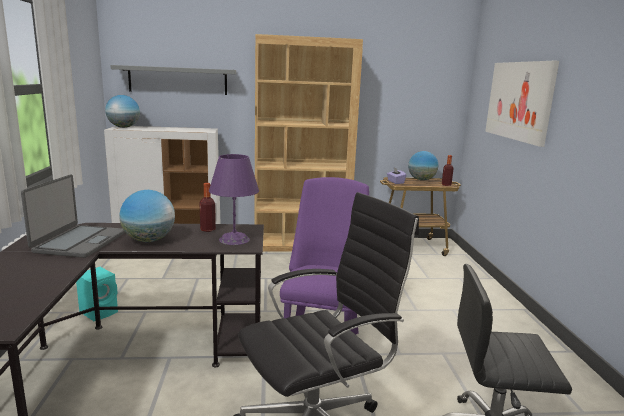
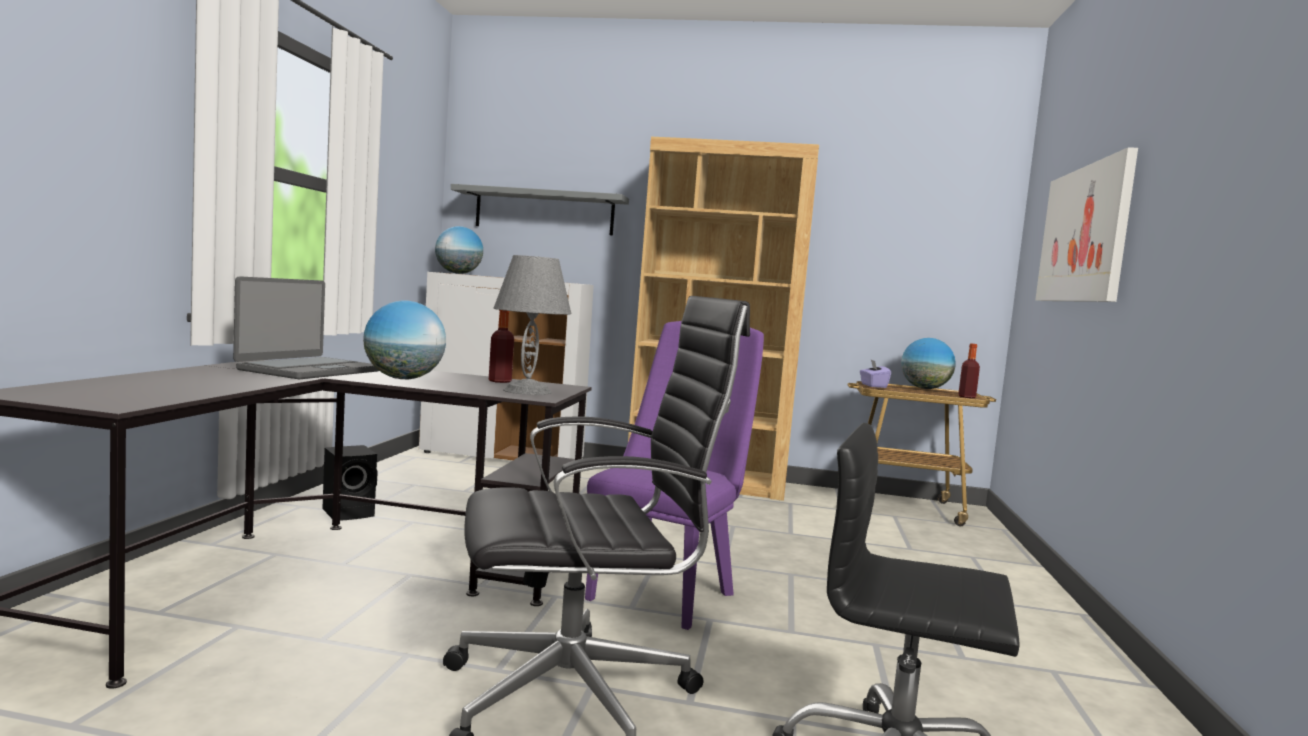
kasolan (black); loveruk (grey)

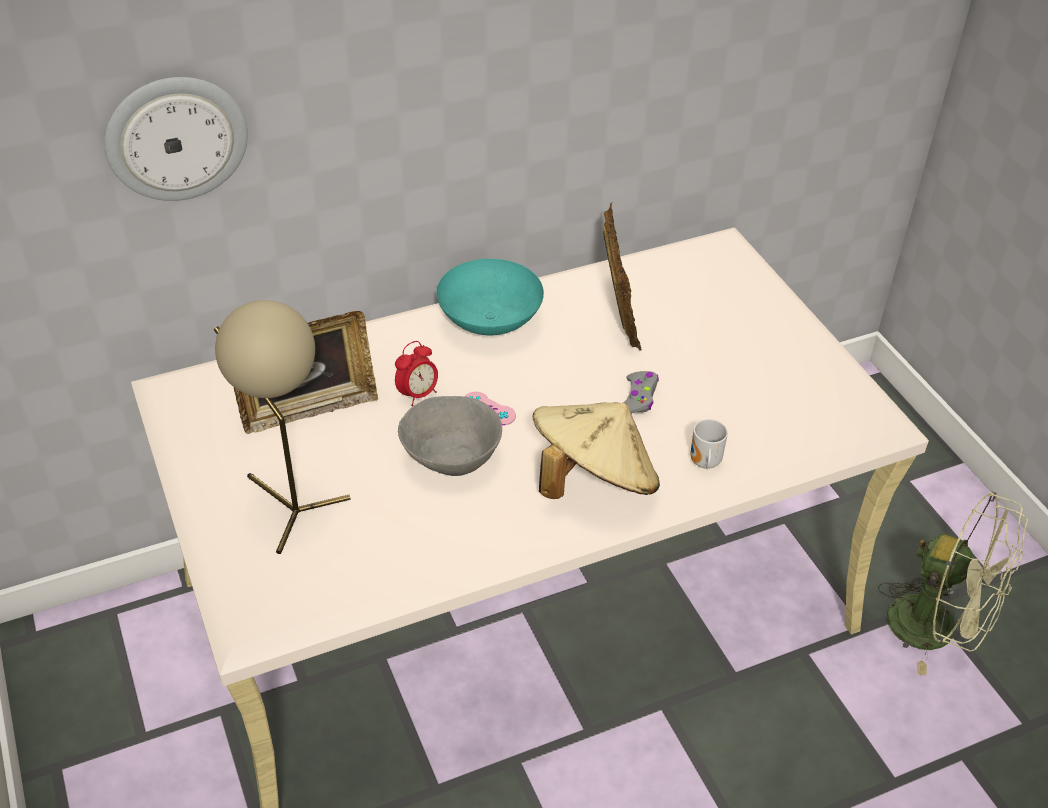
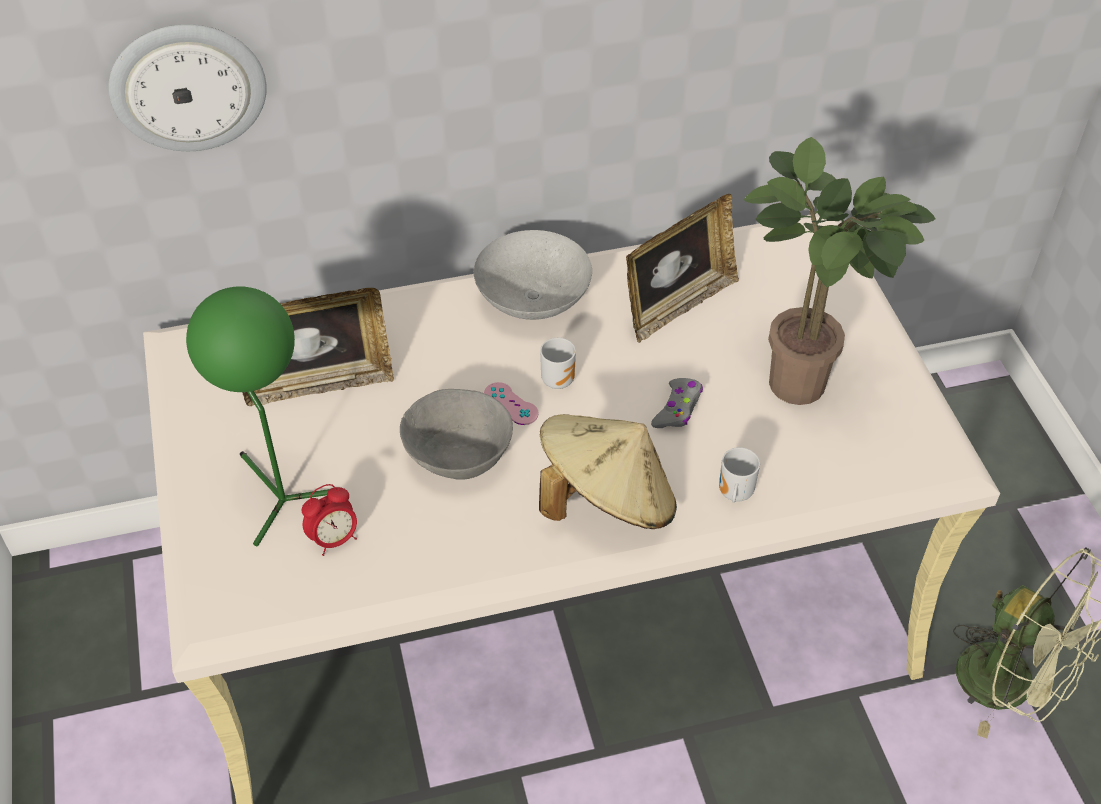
loveruk (green); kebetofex; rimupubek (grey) (no. 2 from left); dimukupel (no. 1 from left); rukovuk (no. 2 from left); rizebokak

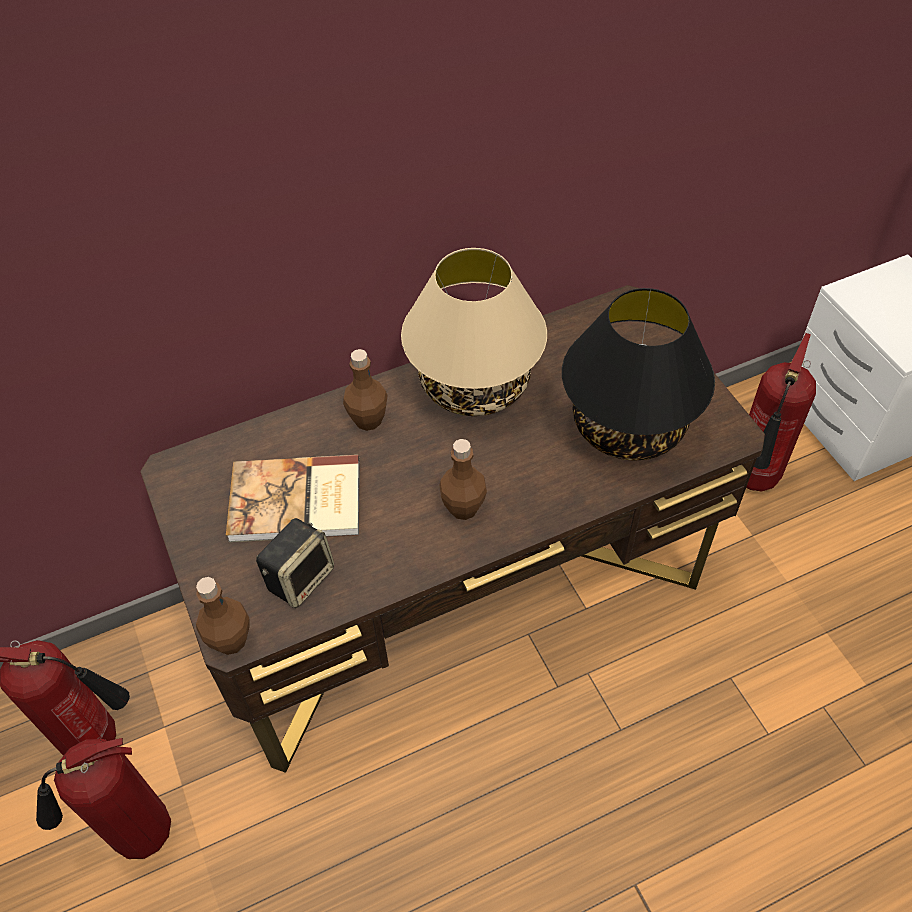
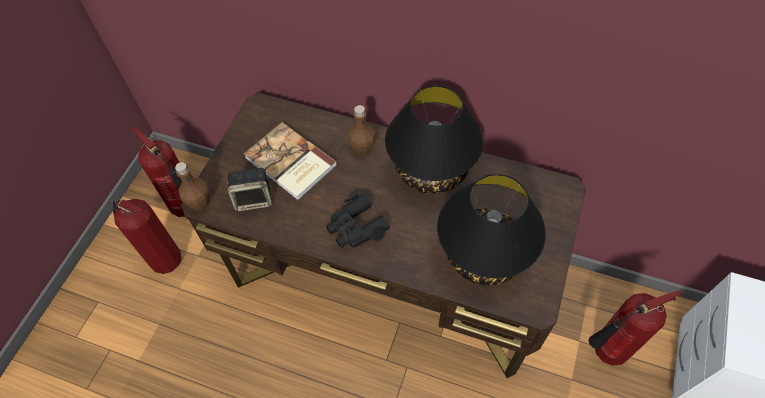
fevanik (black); loveruk (black) (no. 1 from left)

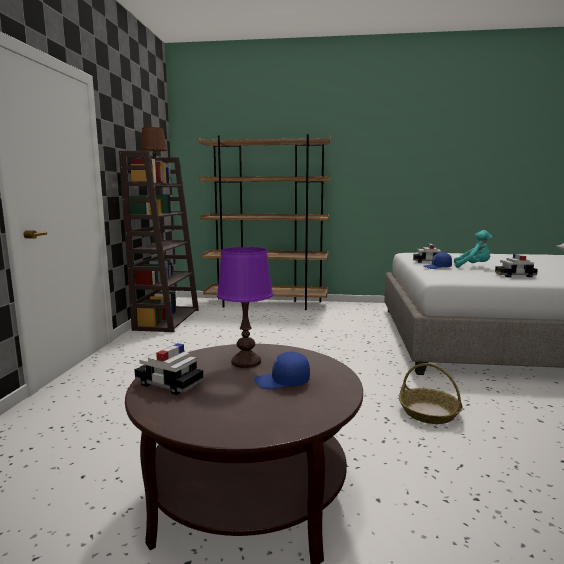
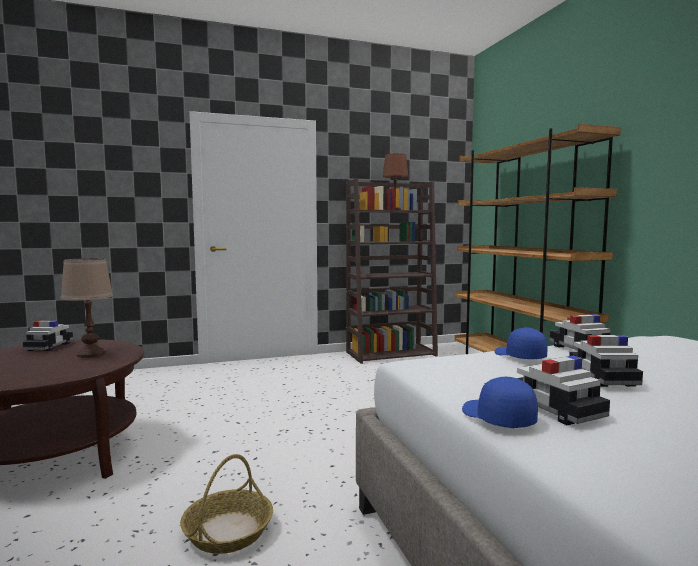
loveruk (brown) (no. 1 from left); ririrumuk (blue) (no. 1 from left); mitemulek (no. 4 from left)

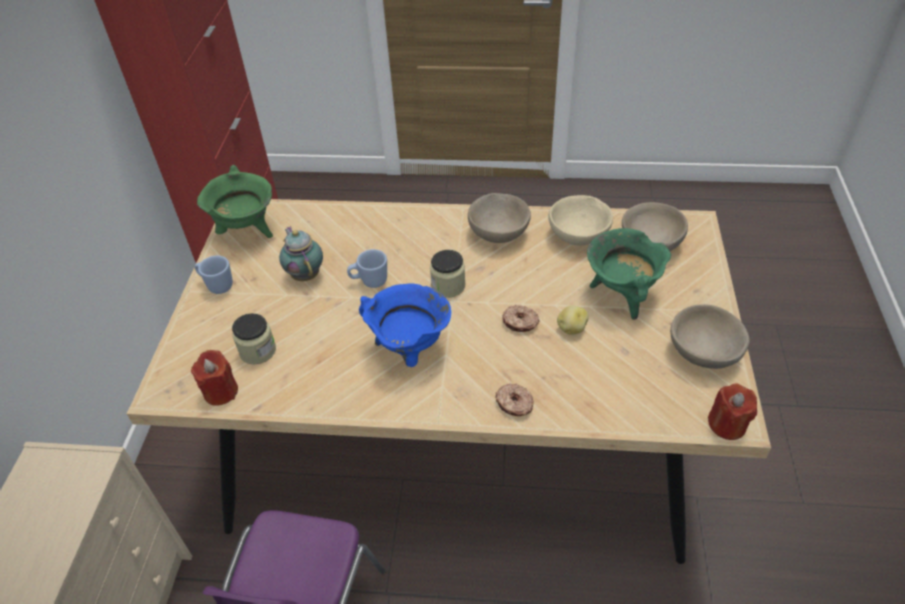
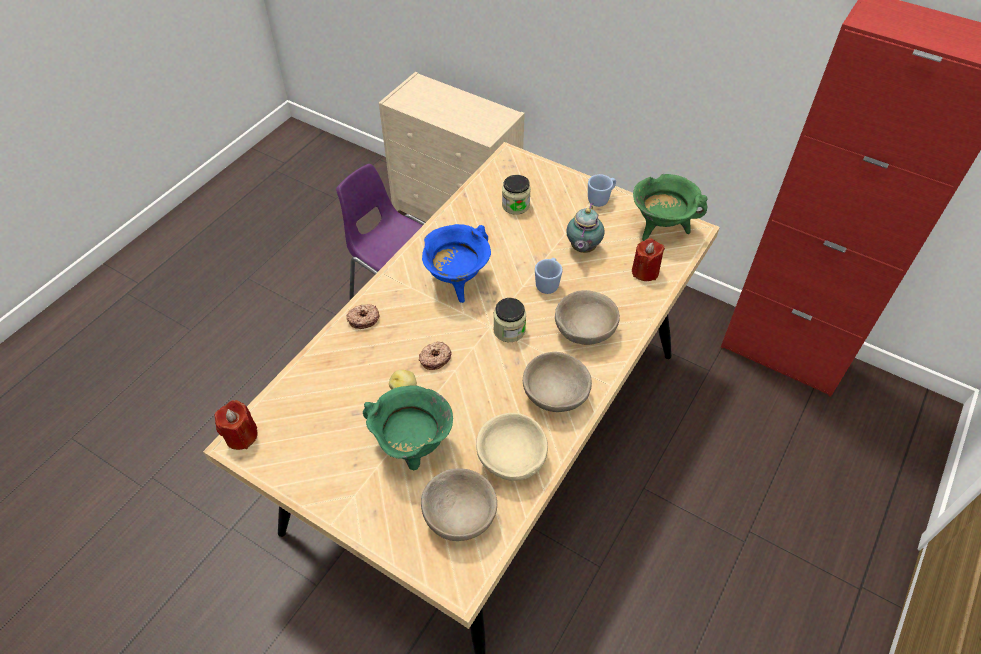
rimupubek (beige) (no. 4 from left); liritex; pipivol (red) (no. 2 from left)

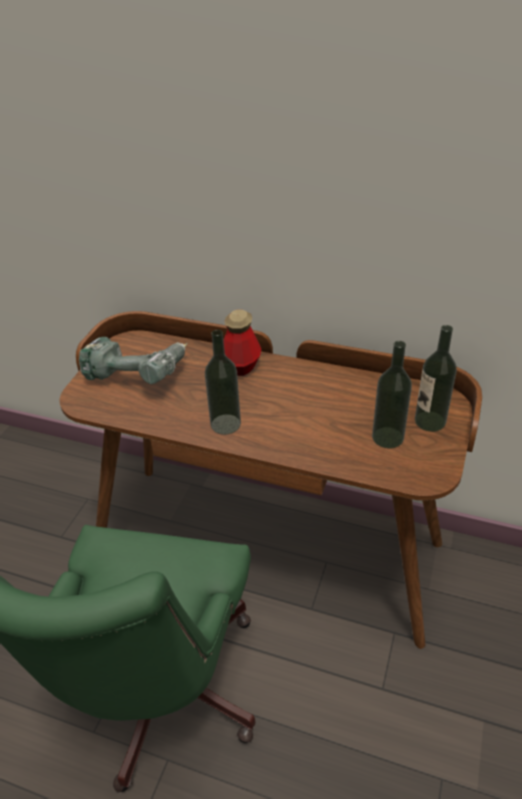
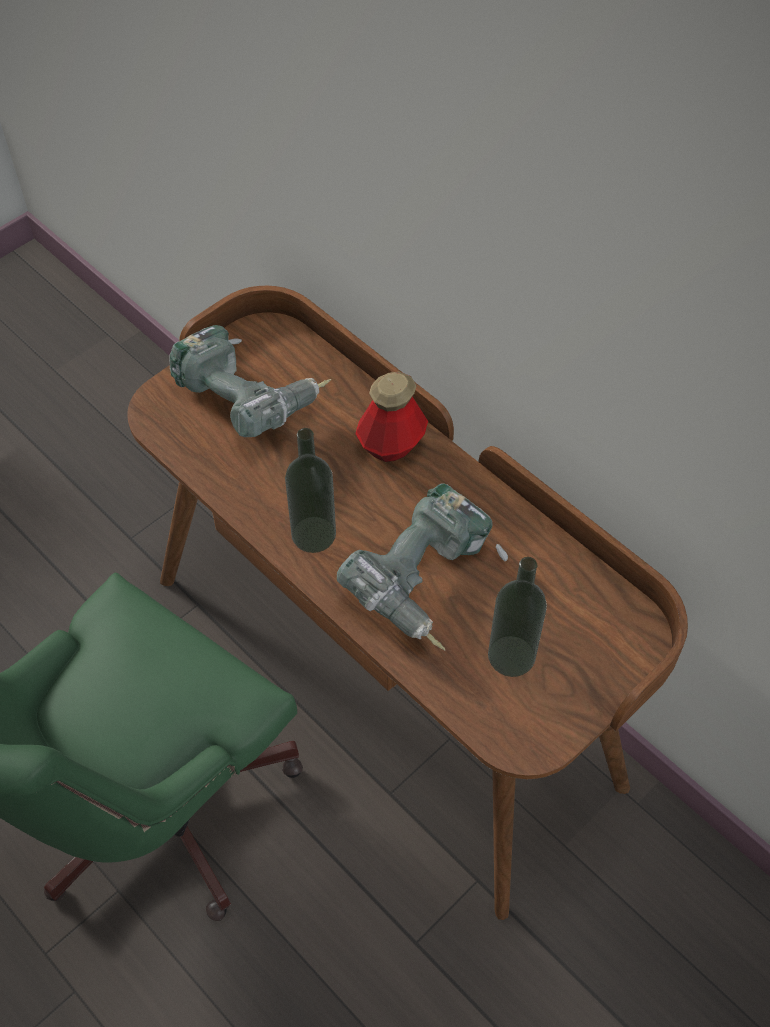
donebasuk (no. 2 from left); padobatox (no. 4 from left in the first image)

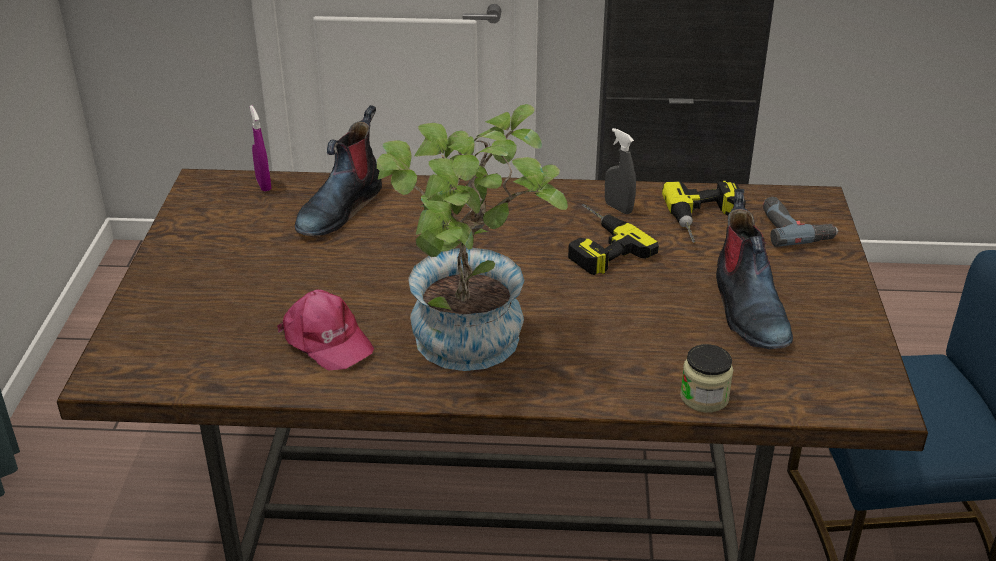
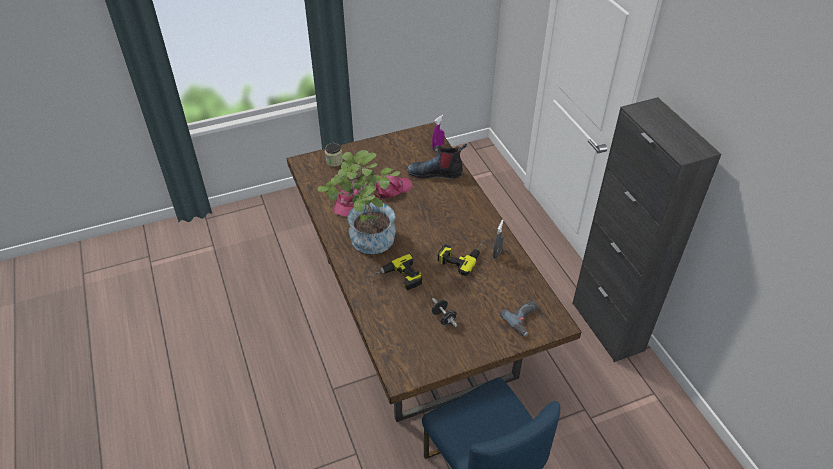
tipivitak; donebasuk (no. 1 from left); ririrumuk (pink) (no. 2 from left); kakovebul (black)

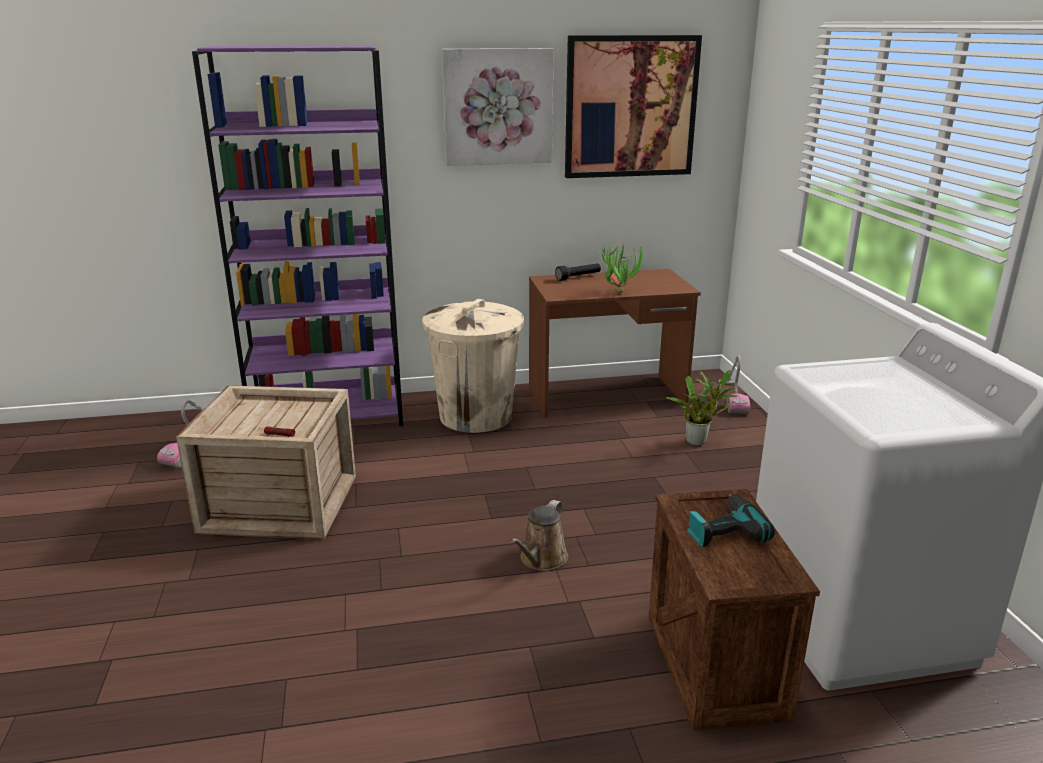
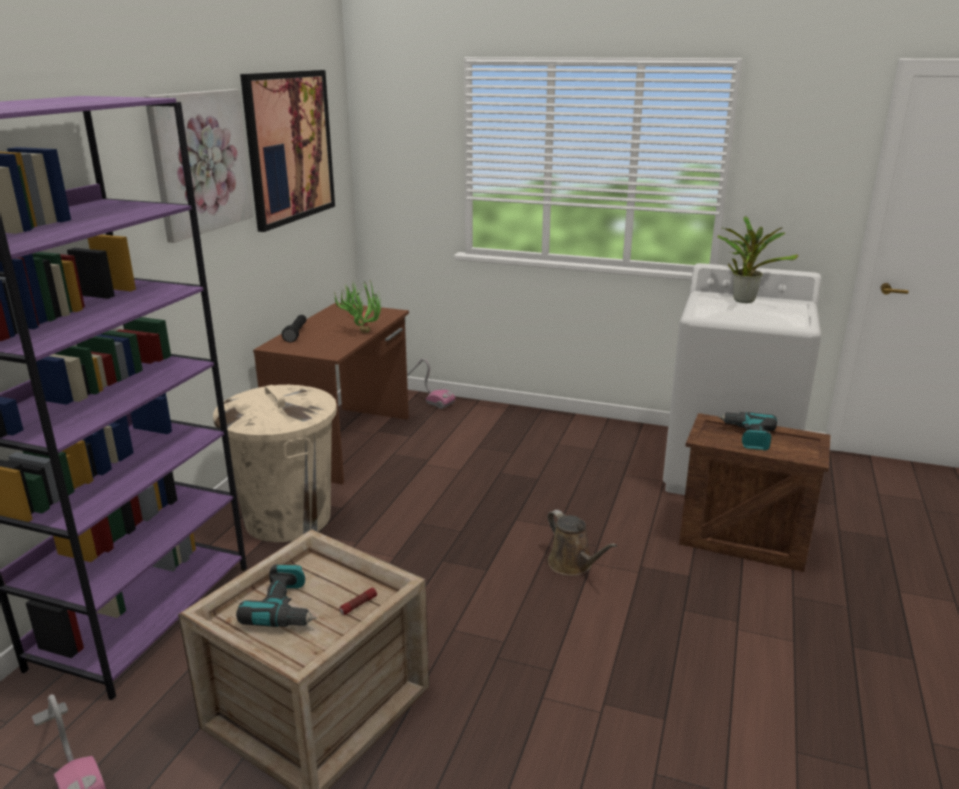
donebasuk (no. 1 from left); rizebokak (no. 2 from left)

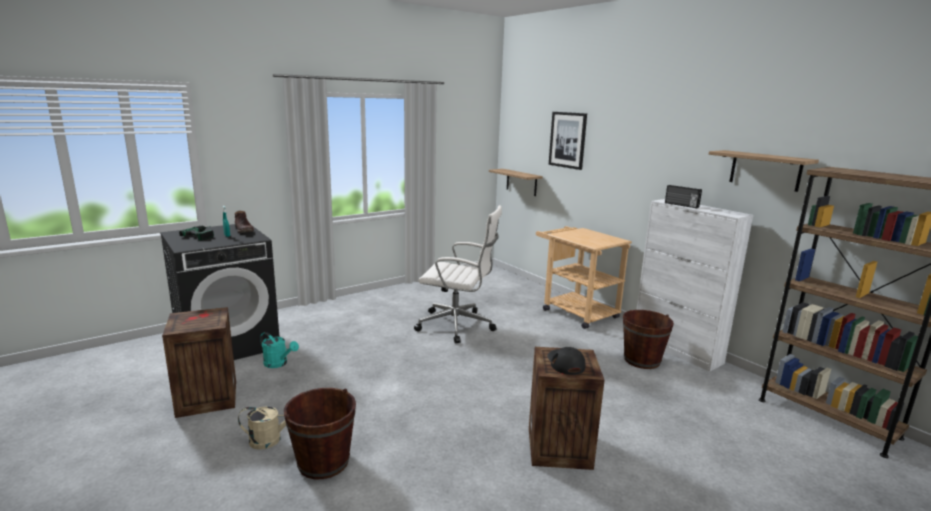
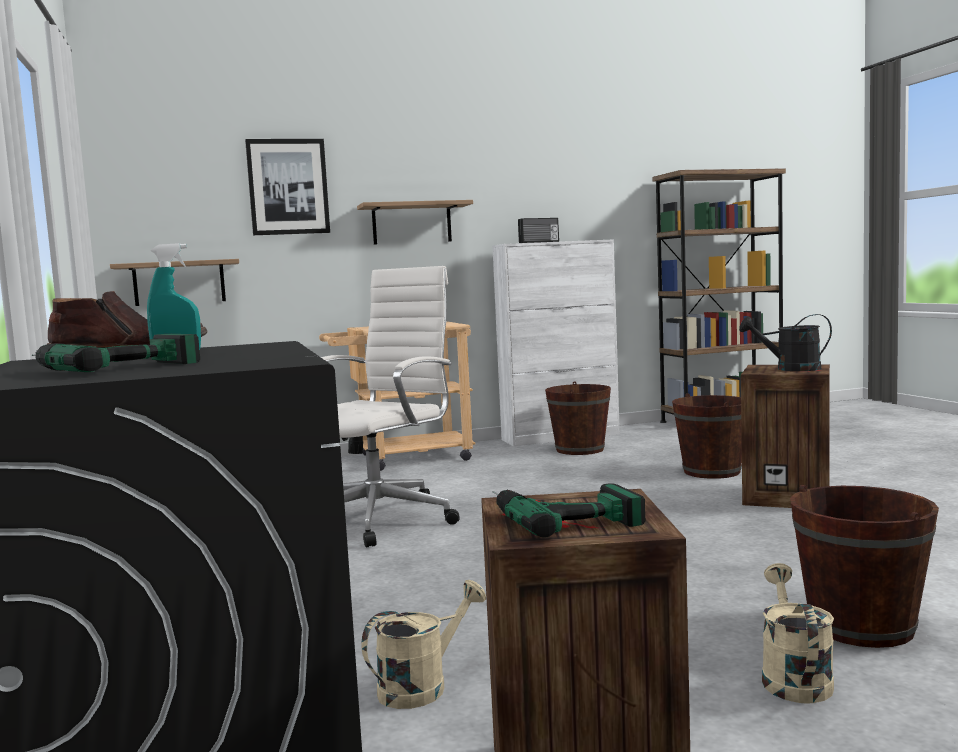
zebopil (no. 2 from left); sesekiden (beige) (no. 1 from left); donebasuk (no. 2 from left); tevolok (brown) (no. 2 from left); sesekiden (black)

